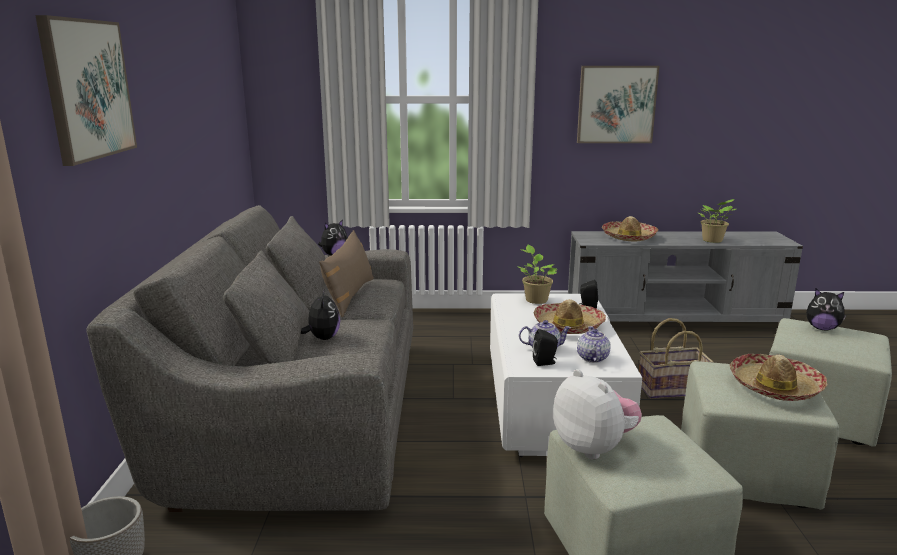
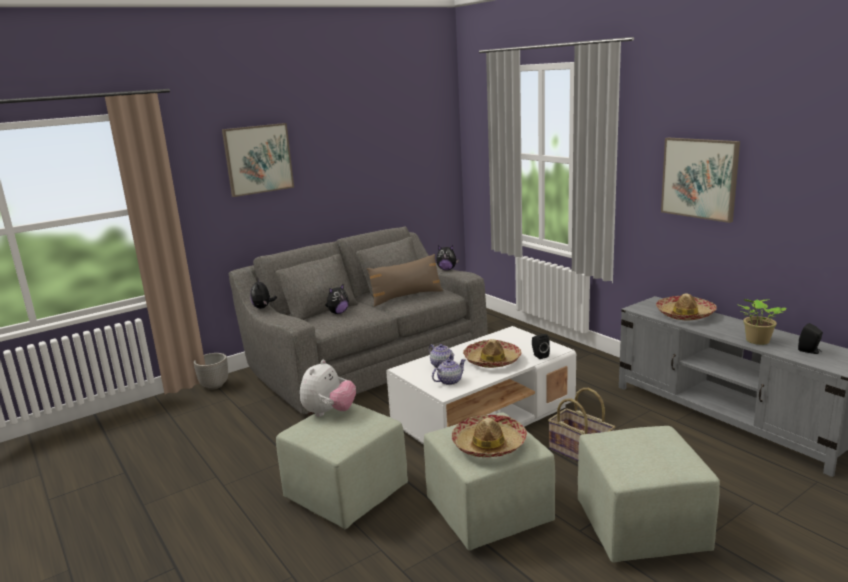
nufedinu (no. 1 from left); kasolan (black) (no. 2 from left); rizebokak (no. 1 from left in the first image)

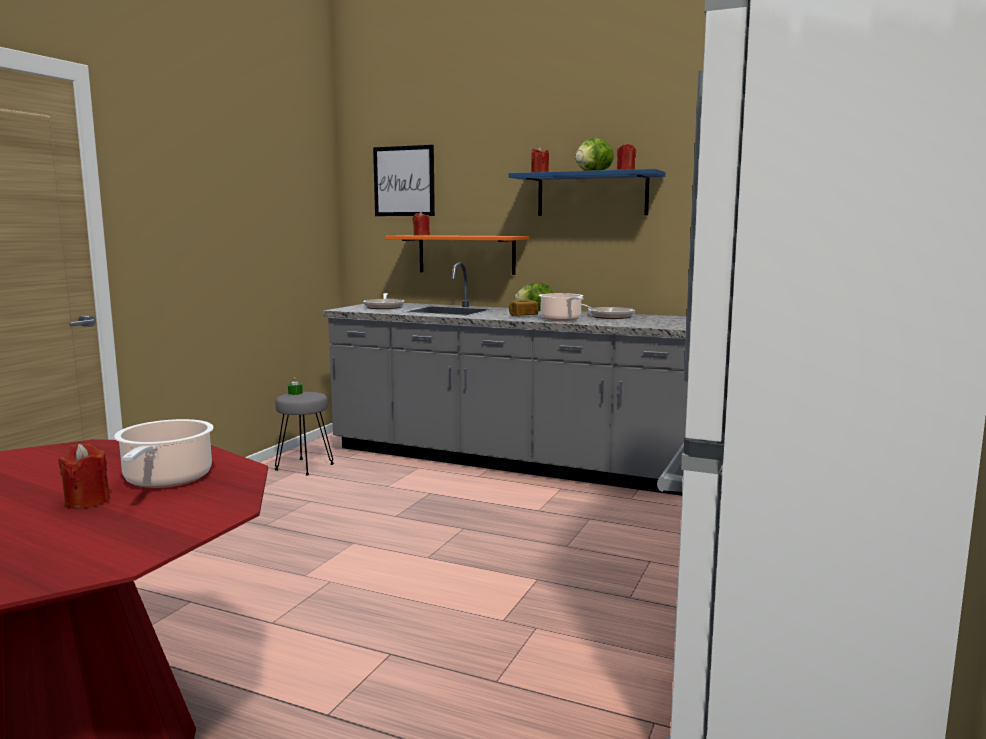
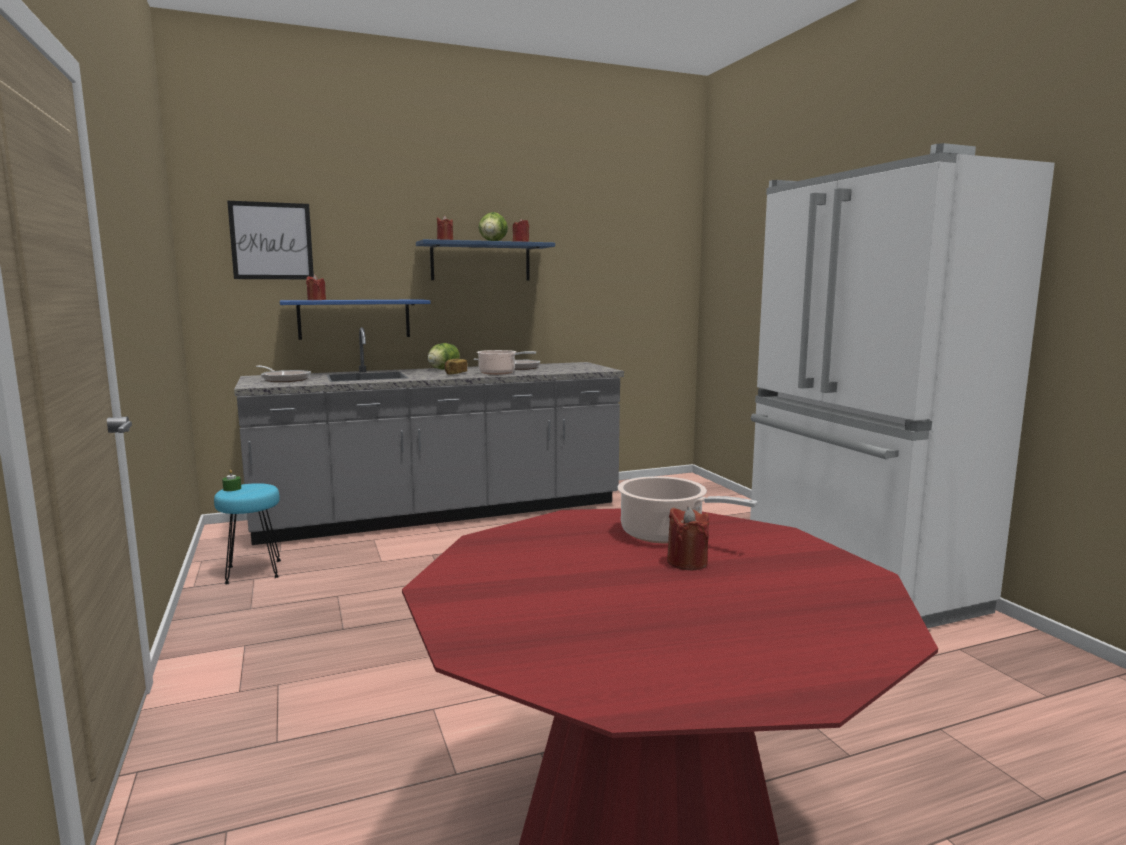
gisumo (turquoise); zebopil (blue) (no. 1 from left)

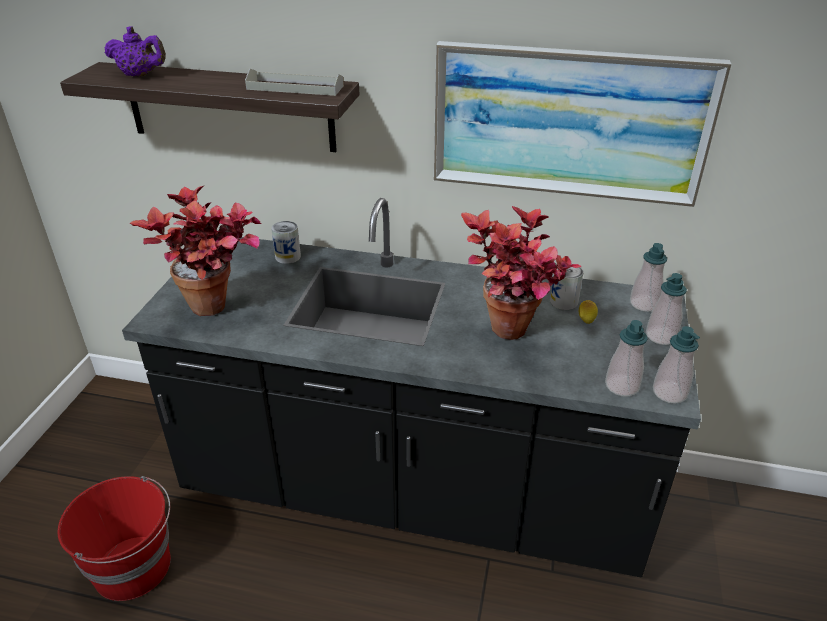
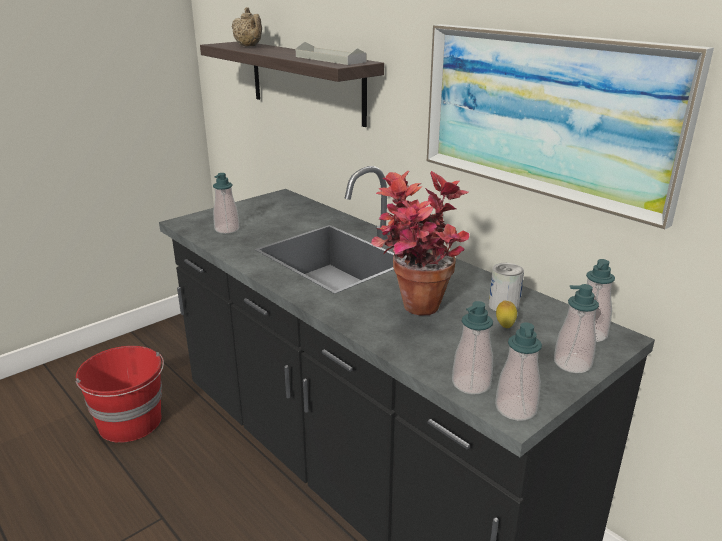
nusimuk (no. 1 from left); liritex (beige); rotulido (no. 1 from left in the first image)

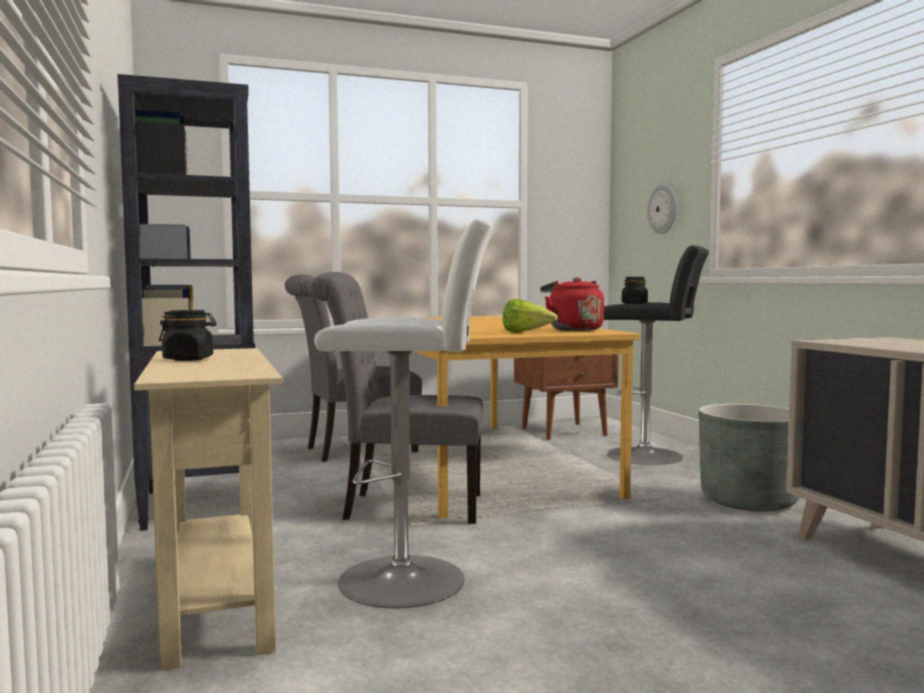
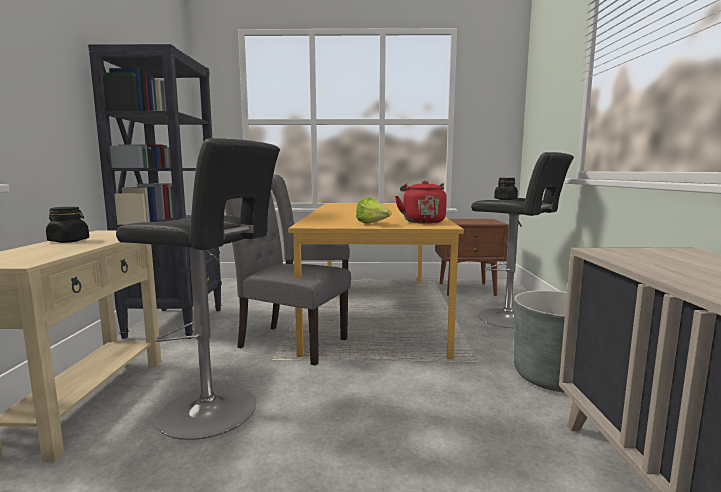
gisumo (black) (no. 1 from left); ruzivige

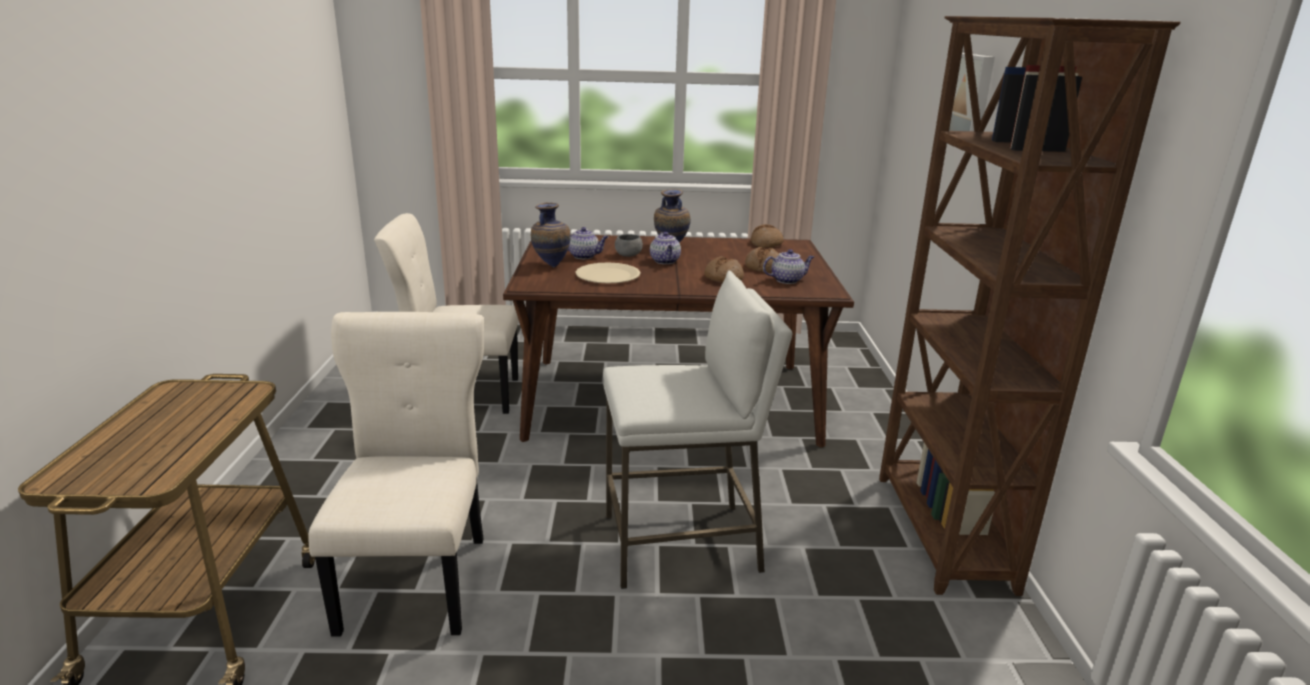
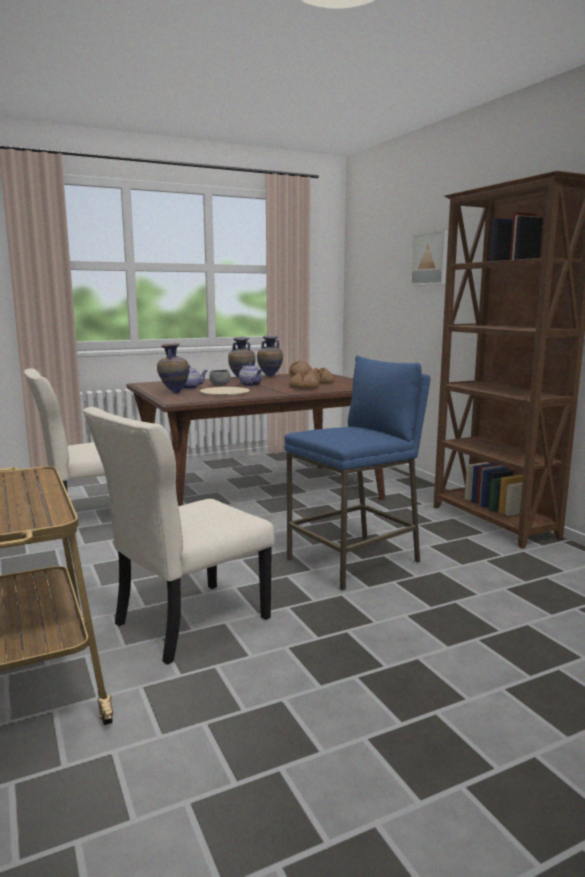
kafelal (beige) (no. 2 from left); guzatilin (no. 3 from left); gisumo (blue); liritex (no. 3 from left in the first image)

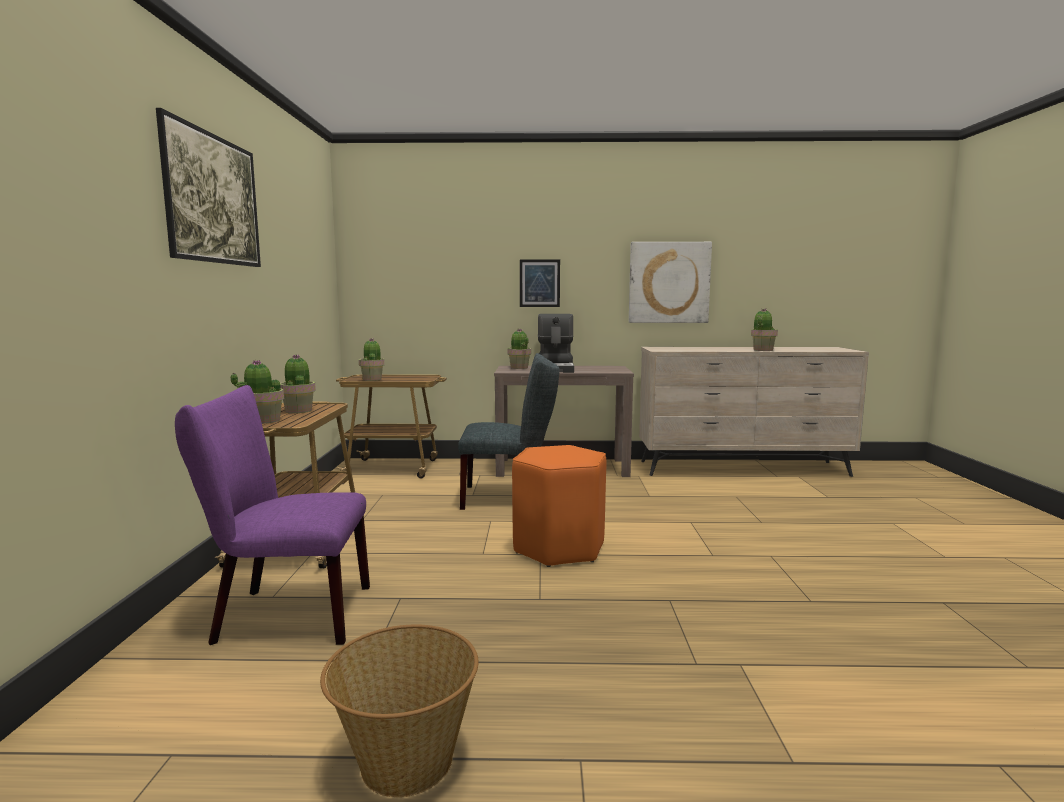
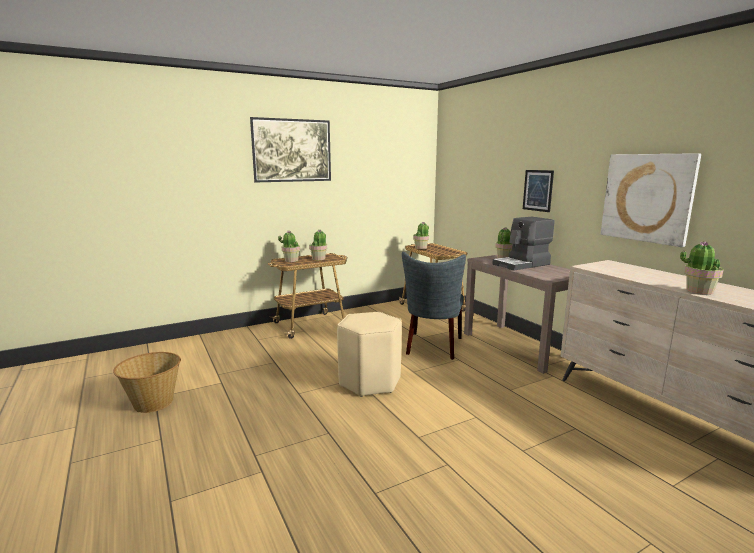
gisumo (beige); kafelal (grey); kafelal (purple)

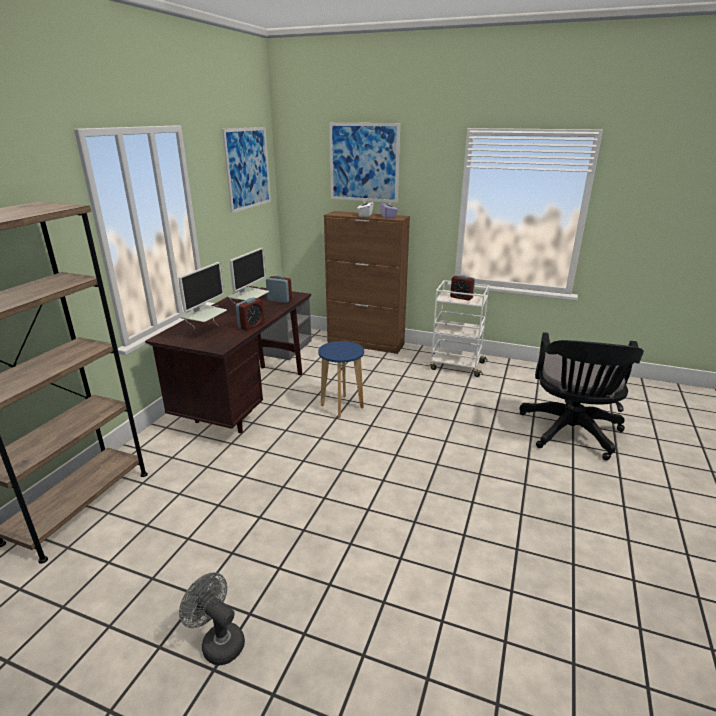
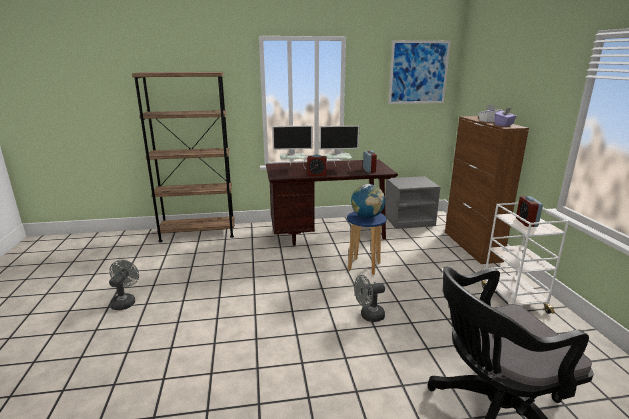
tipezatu; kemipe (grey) (no. 2 from left); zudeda (no. 2 from left in the first image)

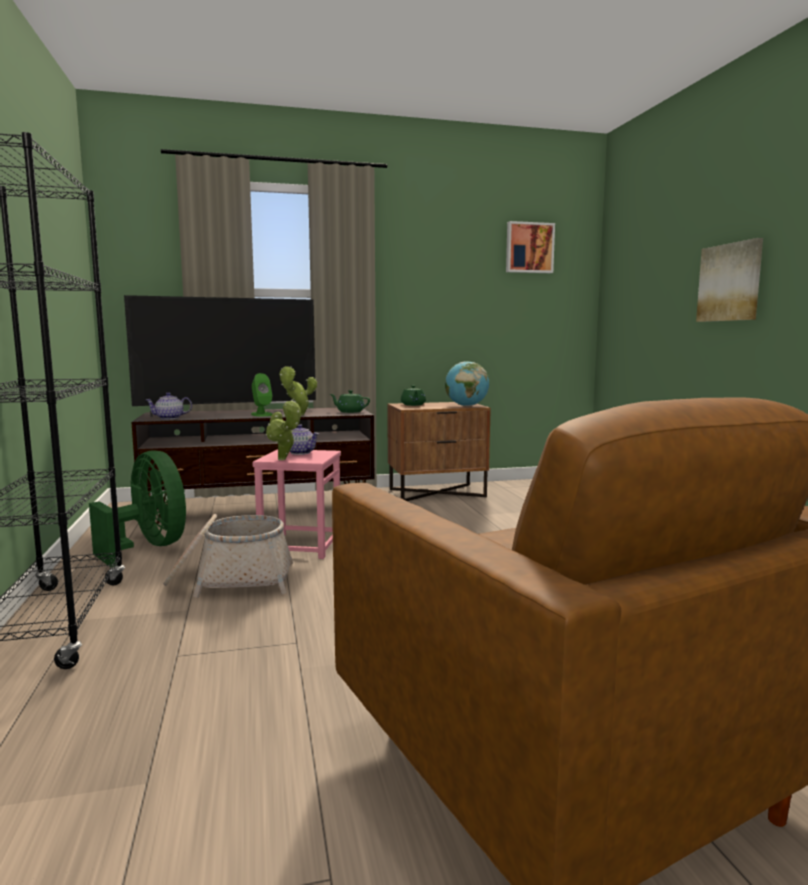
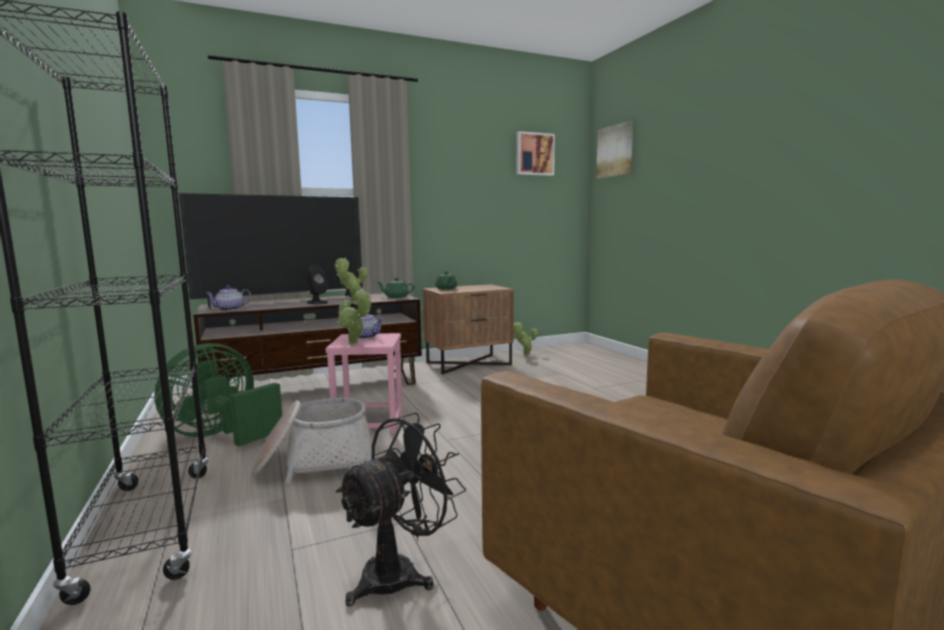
kemipe (green); kasolan (black); kemipe (black); rizebokak (no. 3 from left); zudeda (no. 2 from left); tipezatu

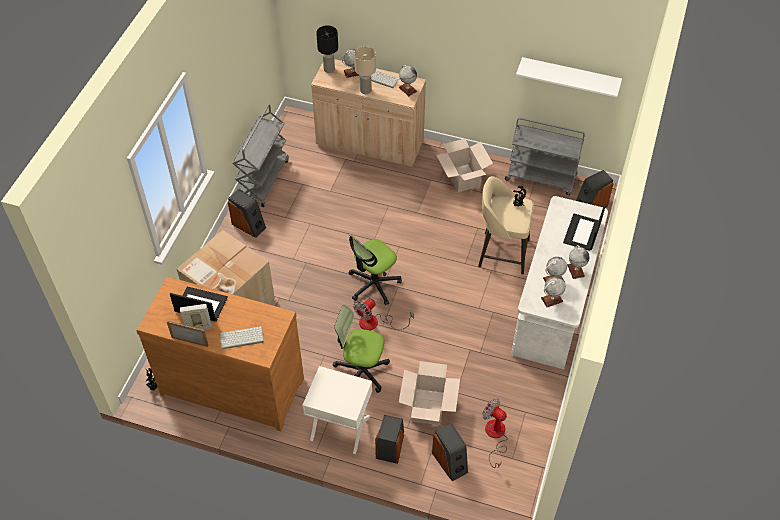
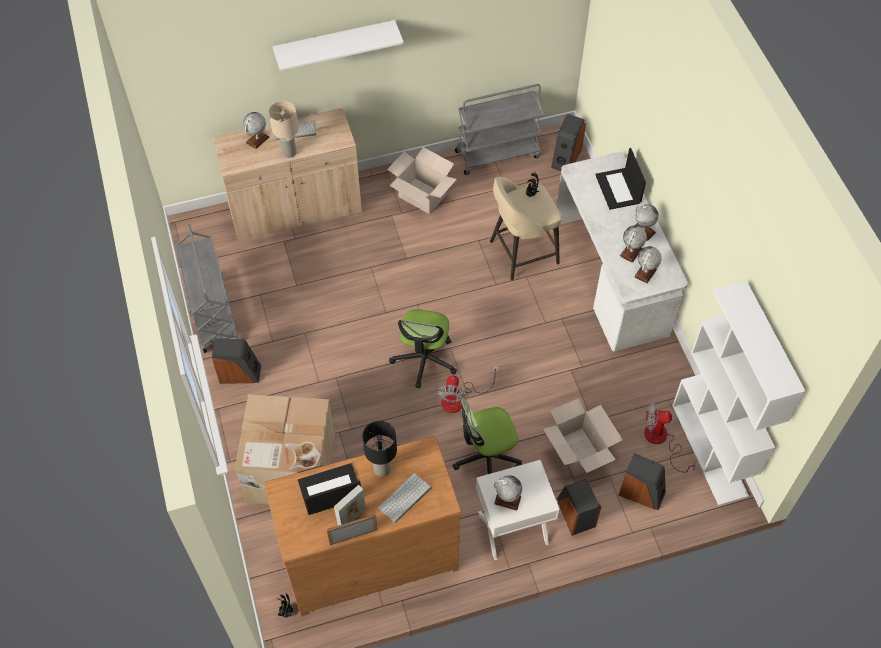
zebopil (white); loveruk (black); tipezatu (no. 2 from left); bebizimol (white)

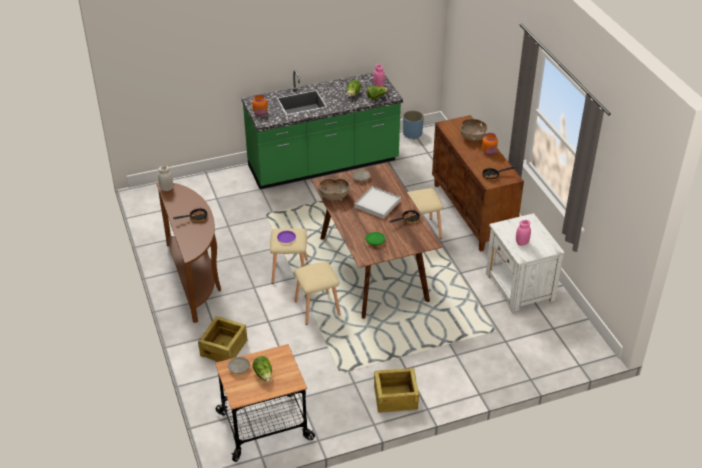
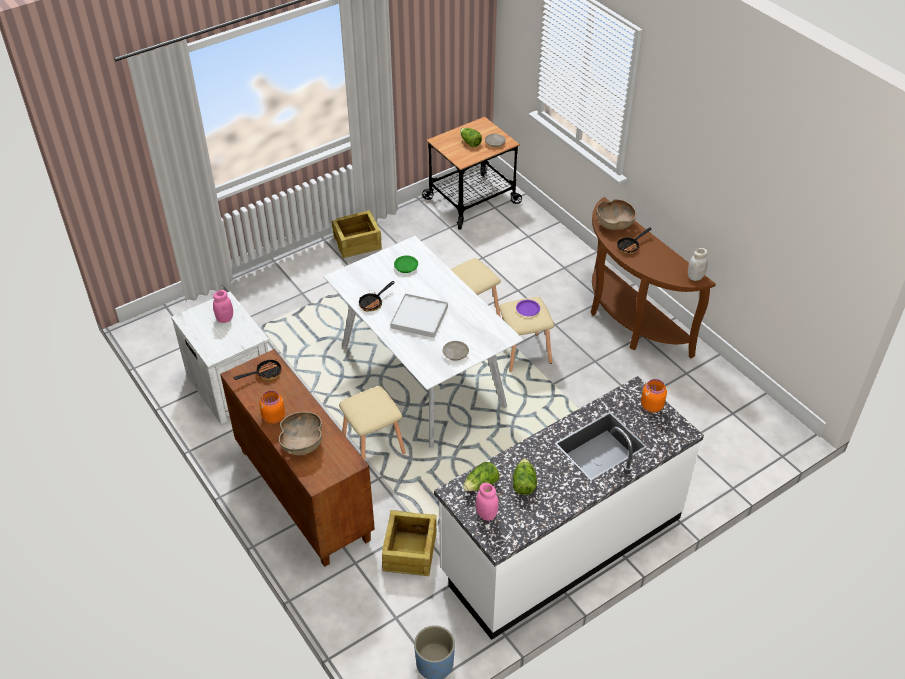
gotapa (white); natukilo (no. 2 from left); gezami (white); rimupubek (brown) (no. 2 from left)

